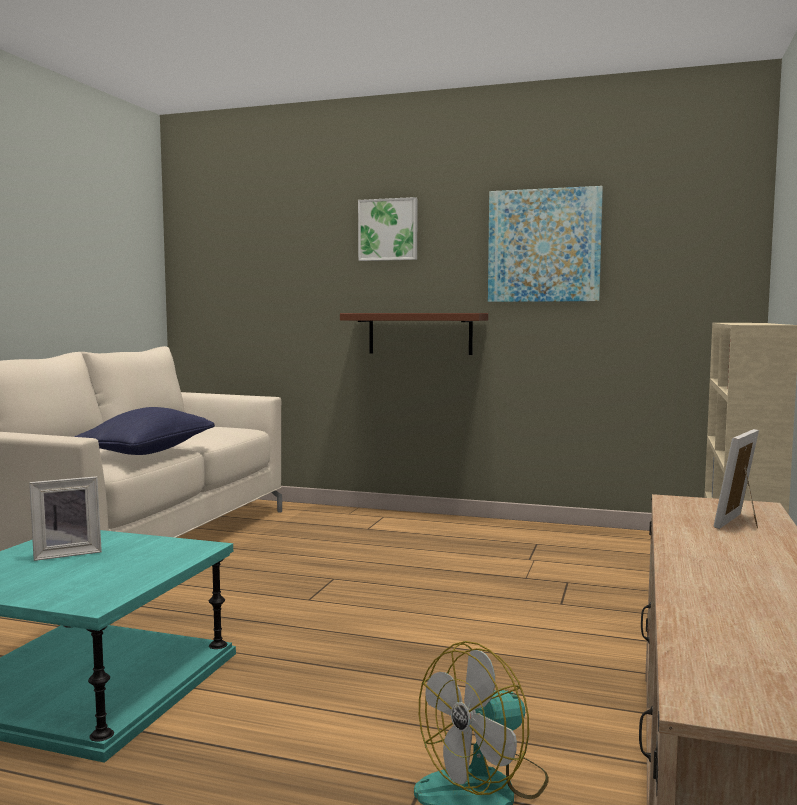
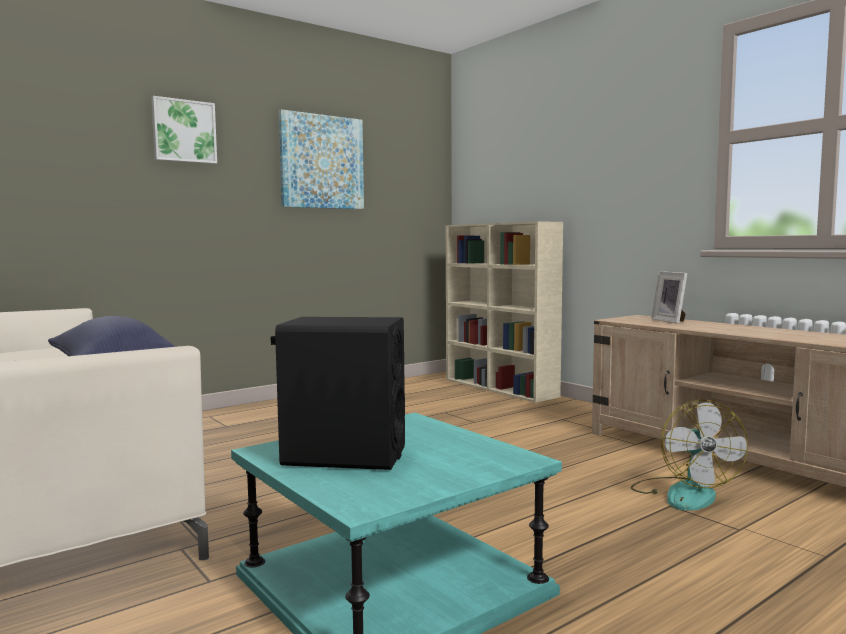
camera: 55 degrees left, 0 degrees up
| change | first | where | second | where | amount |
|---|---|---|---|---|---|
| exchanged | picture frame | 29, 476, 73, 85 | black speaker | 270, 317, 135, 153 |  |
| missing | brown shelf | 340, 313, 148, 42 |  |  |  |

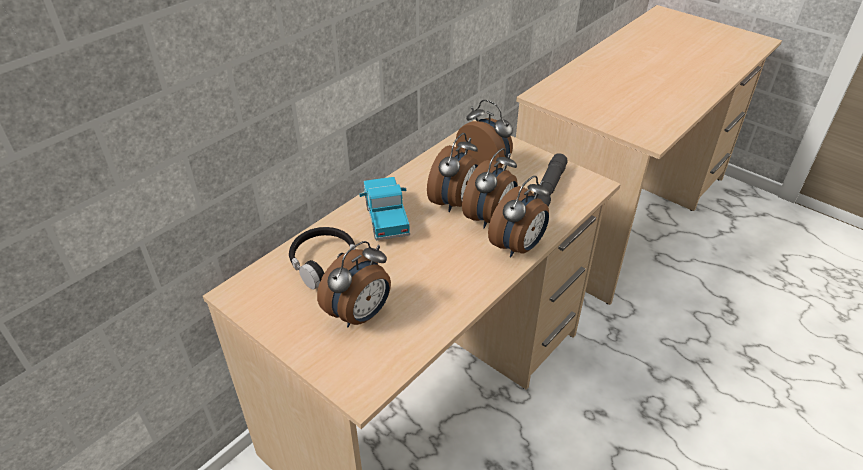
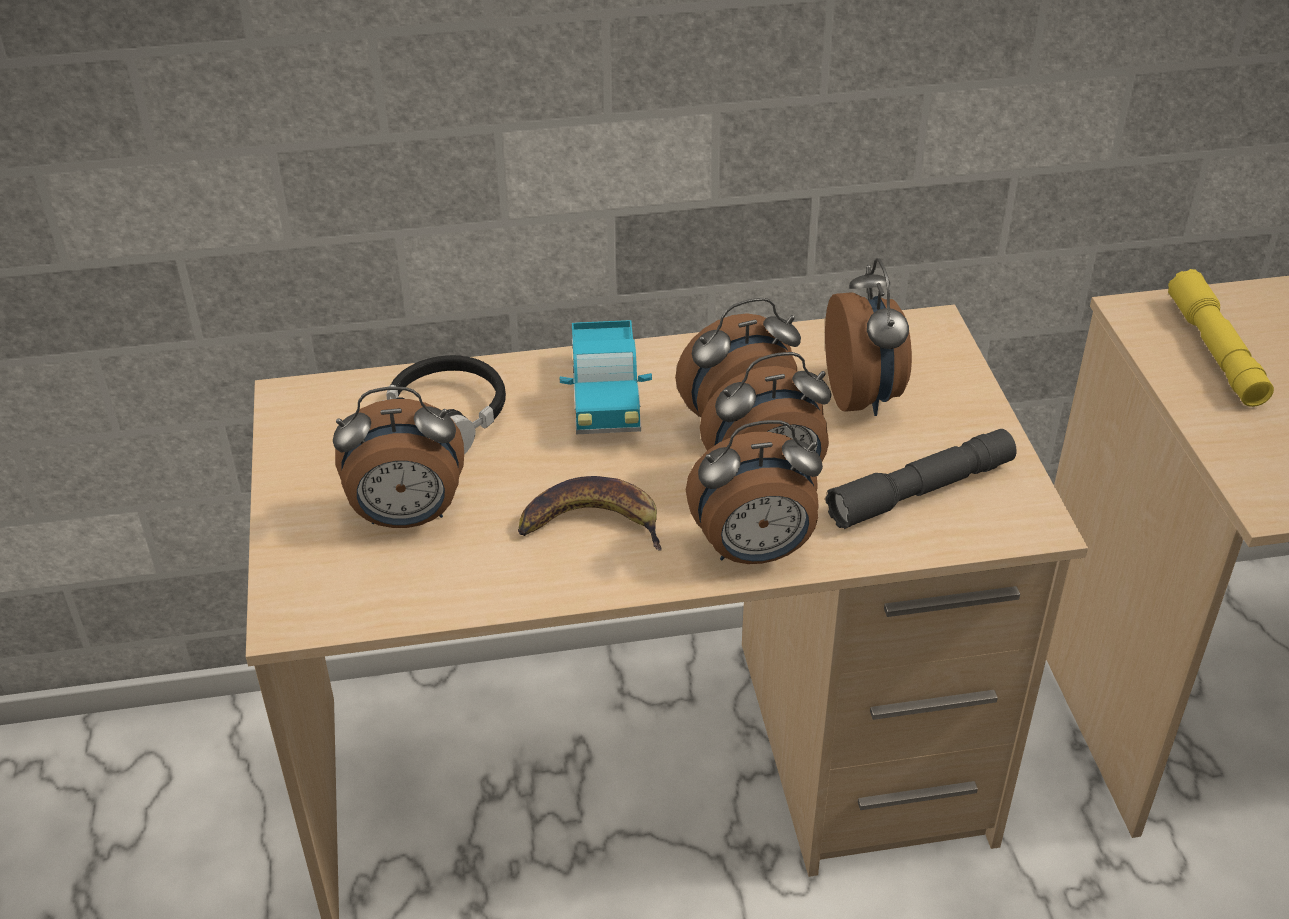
camera: 40 degrees right, 0 degrees up
| change | first | where | second | where | amount |
|---|---|---|---|---|---|
| spun | toy truck | 359, 177, 51, 63 |  | 559, 320, 93, 114 | 150 degrees clockwise |
| appeared |  |  | banana | 518, 476, 144, 75 |  |
| appeared |  |  | yellow flashlight | 1168, 269, 106, 138 |  |

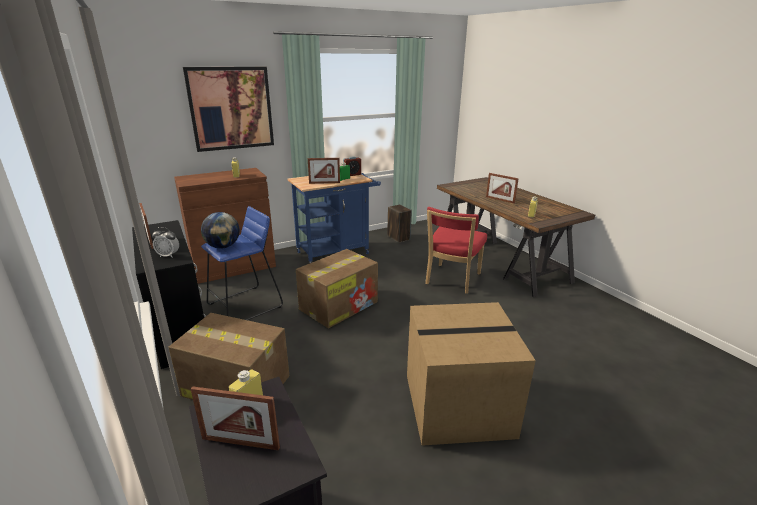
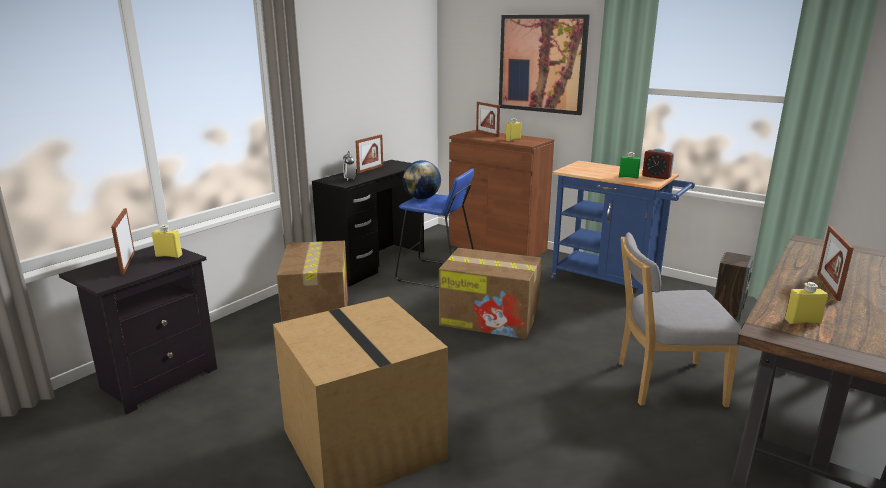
camera: 65 degrees right, 5 degrees down
| change | first | where | second | where | amount |
|---|---|---|---|---|---|
| relocated | picture frame | 308, 158, 32, 26 |  | 476, 102, 24, 35 |  |
| colour | red chair | 425, 207, 62, 87 | grey chair | 619, 232, 122, 175 |  |

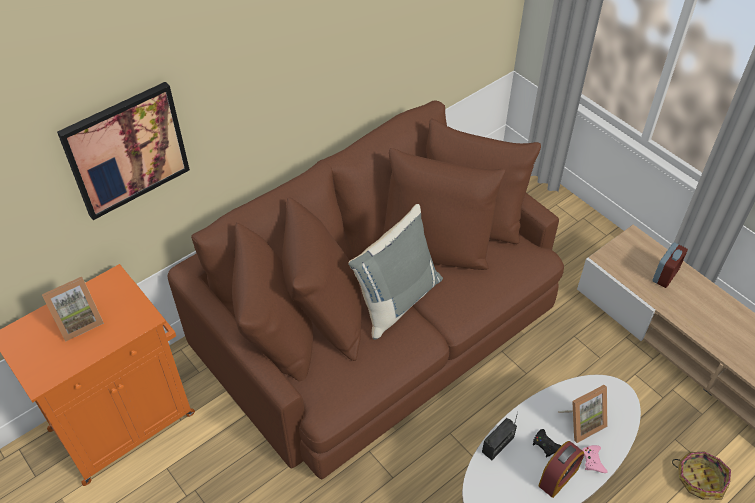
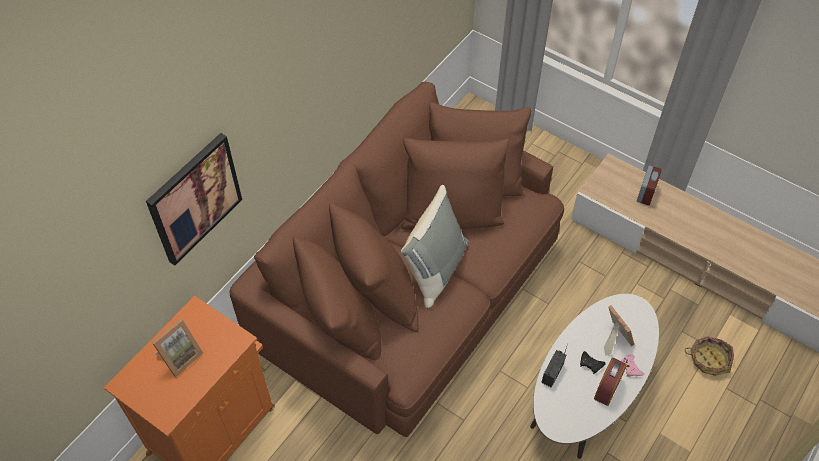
camera: 15 degrees left, 5 degrees up
| change | first | where | second | where | amount |
|---|---|---|---|---|---|
| spun | picture frame | 558, 385, 50, 58 |  | 604, 305, 30, 50 | 75 degrees counterclockwise |

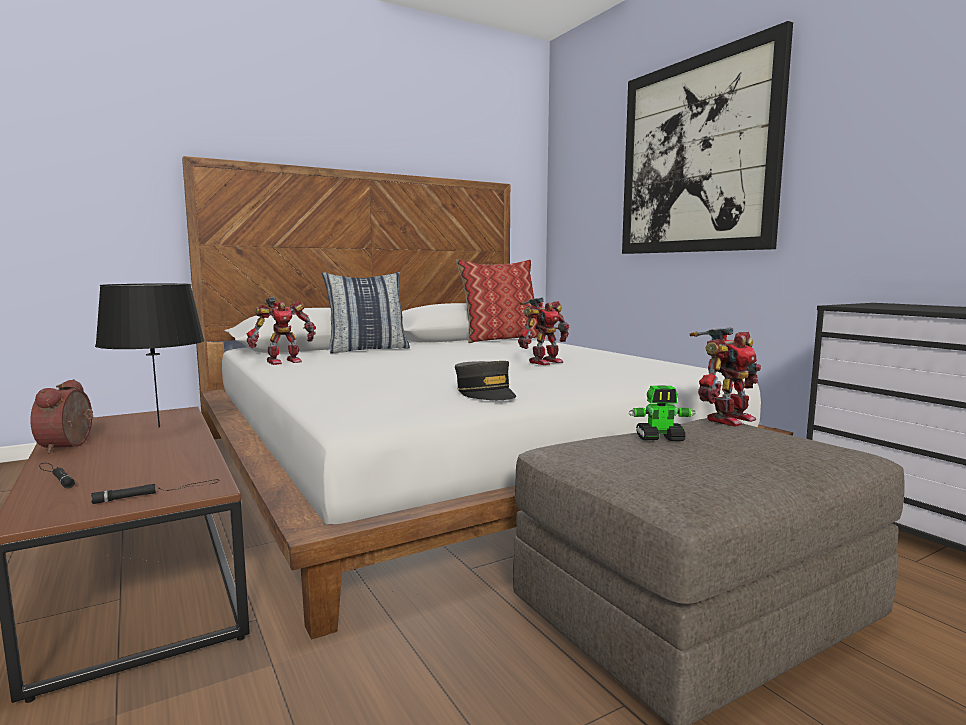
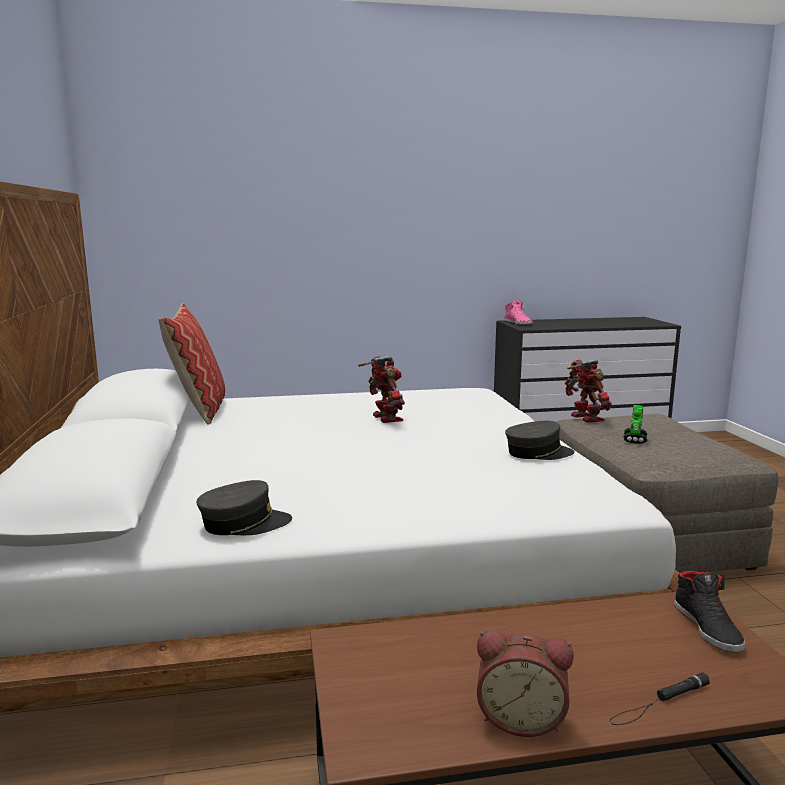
camera: 70 degrees left, 5 degrees up
| change | first | where | second | where | amount |
|---|---|---|---|---|---|
| exchanged | black flashlight | 91, 479, 128, 25 | black shoe | 674, 571, 71, 81 |  |
| missing | black table lamp | 95, 283, 110, 144 |  |  |  |
| exchanged | toy robot | 246, 297, 70, 68 | grey cap | 196, 480, 96, 55 |  |
| missing | pillow | 321, 272, 89, 82 |  |  |  |
| missing | picture | 622, 21, 171, 233 |  |  |  |
| appeared |  |  | pink shoe | 504, 300, 29, 25 |  |

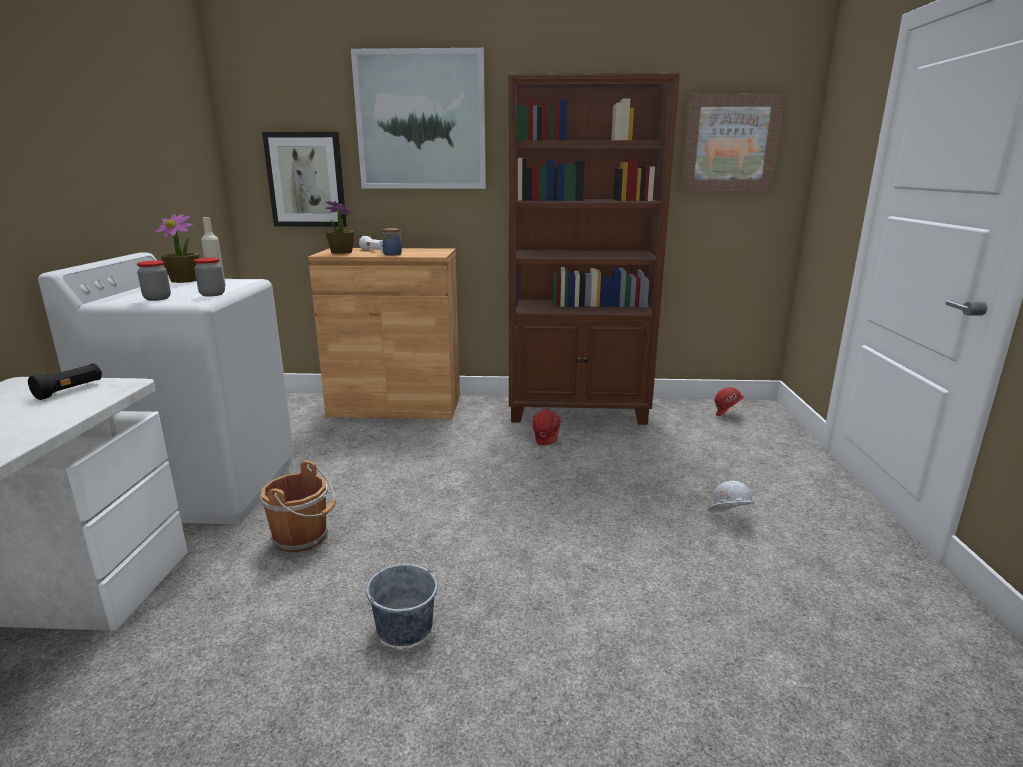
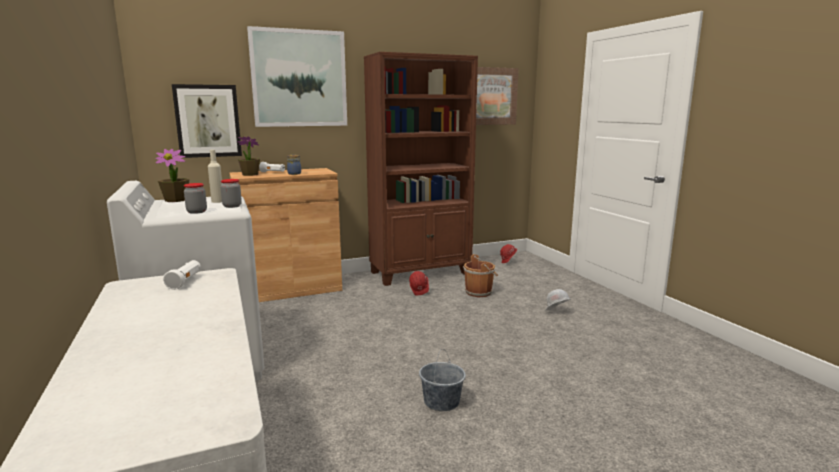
camera: 25 degrees left, 5 degrees down
| change | first | where | second | where | amount |
|---|---|---|---|---|---|
| colour | black flashlight | 28, 363, 74, 37 | white flashlight | 163, 260, 38, 30 |  |
| relocated | brown bucket | 260, 460, 76, 93 |  | 463, 254, 35, 43 |  |

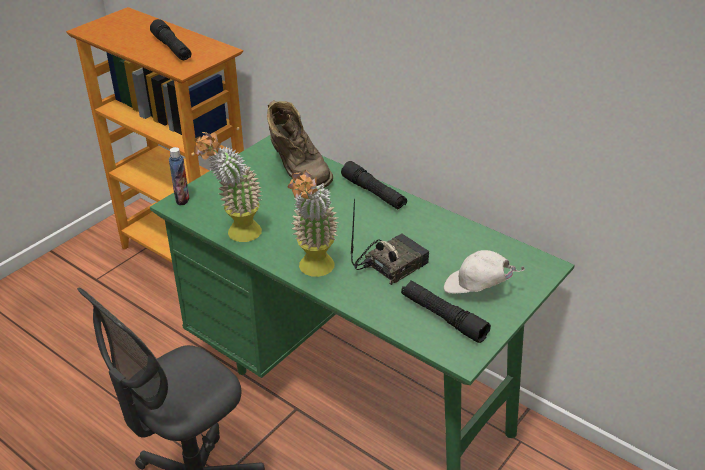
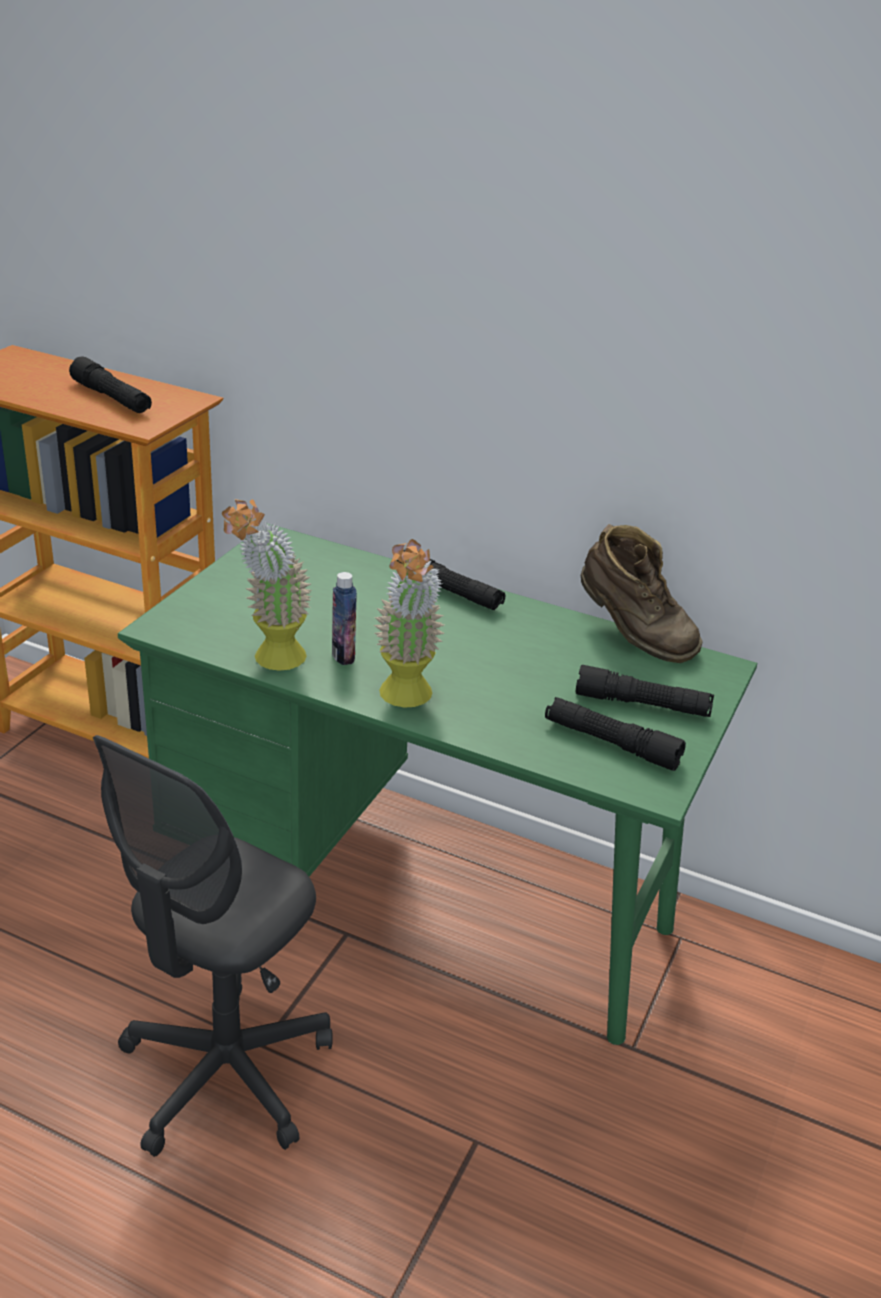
camera: 15 degrees left, 5 degrees down
| change | first | where | second | where | amount |
|---|---|---|---|---|---|
| relocated | bottle | 169, 147, 20, 58 |  | 332, 572, 25, 93 |  |
| relocated | brown boot | 267, 100, 66, 89 |  | 581, 524, 122, 139 |  |
| missing | radio | 351, 199, 78, 86 |  |  |  |
| exchanged | white cap | 444, 250, 81, 43 | black flashlight | 576, 665, 138, 52 |  |

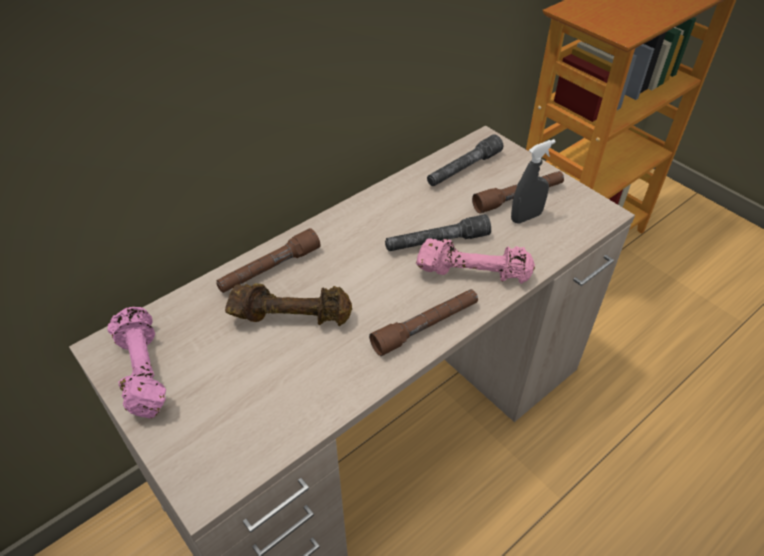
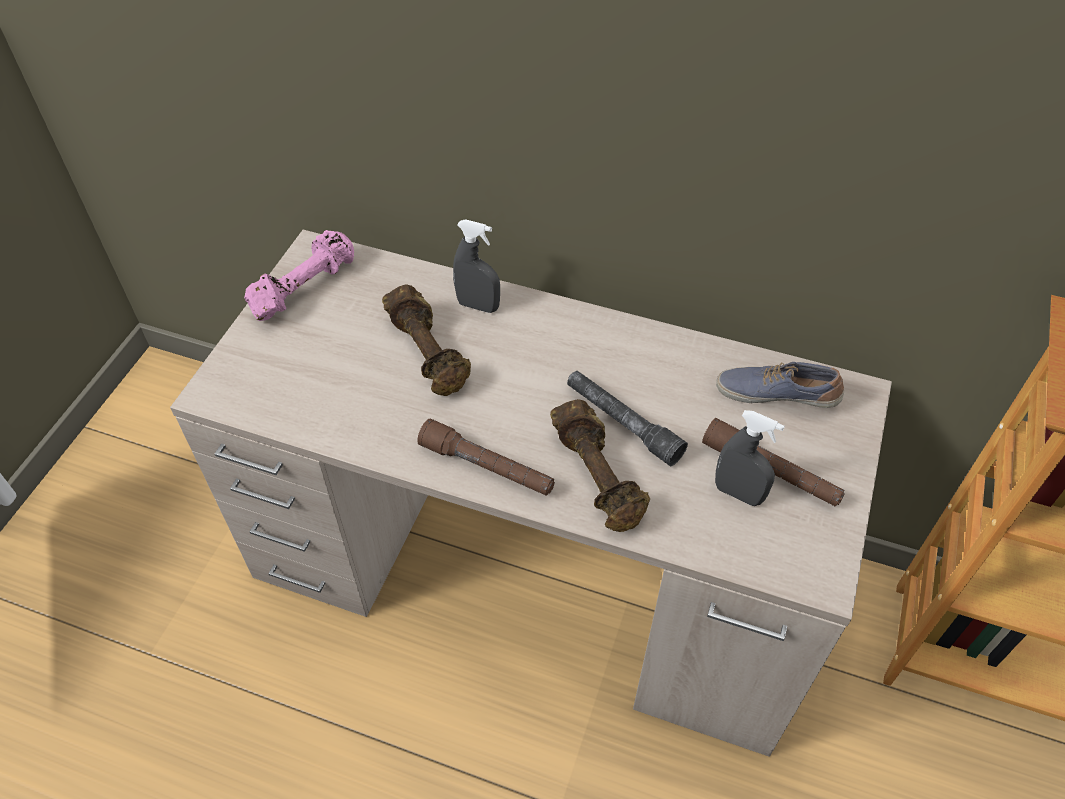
camera: 60 degrees right, 5 degrees up
| change | first | where | second | where | amount |
|---|---|---|---|---|---|
| exchanged | brown flashlight | 216, 228, 105, 65 | grey spray bottle | 453, 219, 47, 94 |  |
| colour | pink dumbbell | 416, 238, 119, 46 | brown dumbbell | 550, 399, 100, 133 |  |
| exchanged | grey flashlight | 427, 135, 76, 51 | shoe | 716, 362, 128, 46 |  |

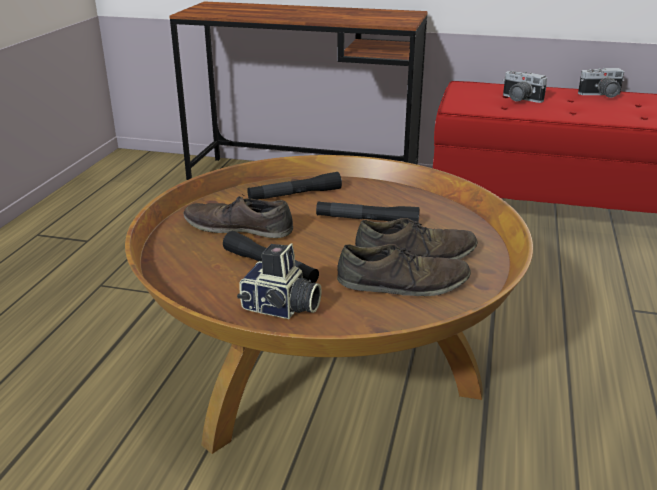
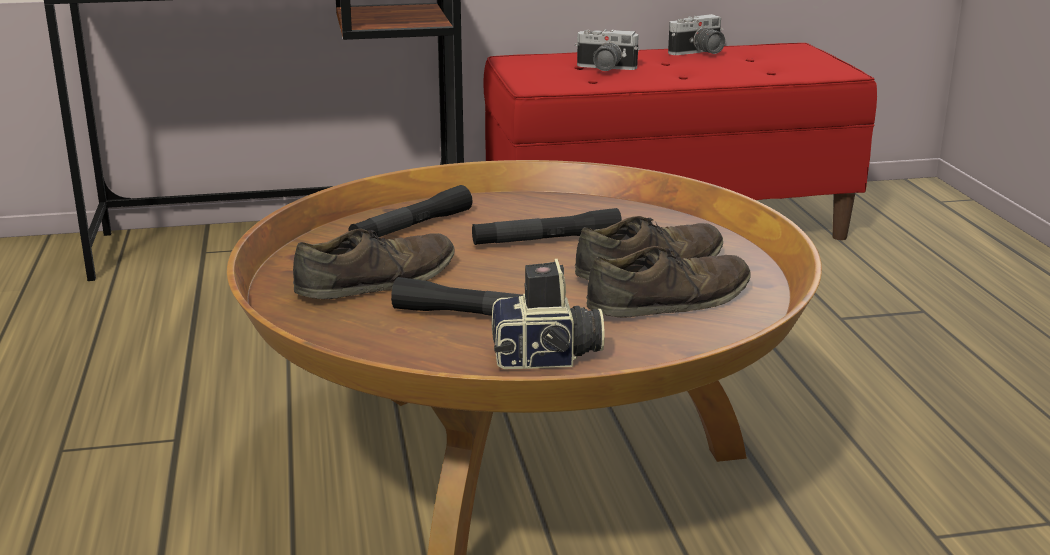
camera: 25 degrees left, 5 degrees down
| change | first | where | second | where | amount |
|---|---|---|---|---|---|
| spun | brown shoe | 184, 195, 109, 43 |  | 293, 229, 162, 70 | 150 degrees clockwise |

